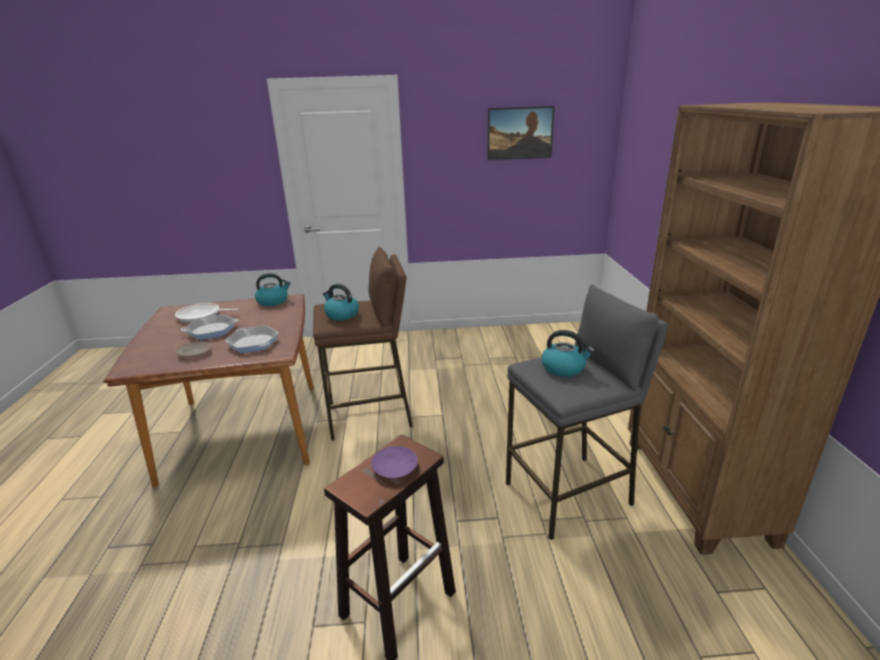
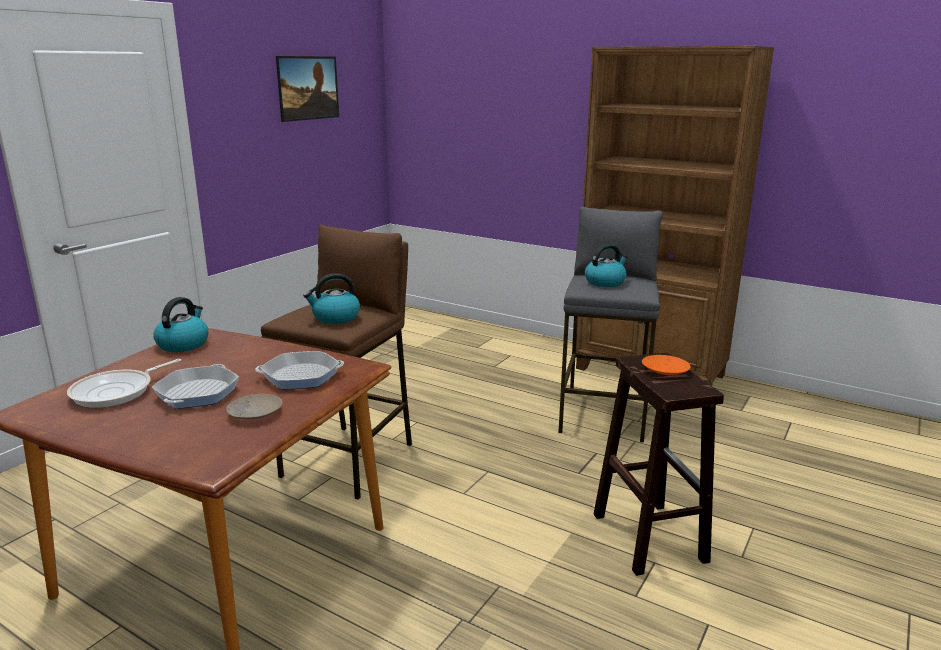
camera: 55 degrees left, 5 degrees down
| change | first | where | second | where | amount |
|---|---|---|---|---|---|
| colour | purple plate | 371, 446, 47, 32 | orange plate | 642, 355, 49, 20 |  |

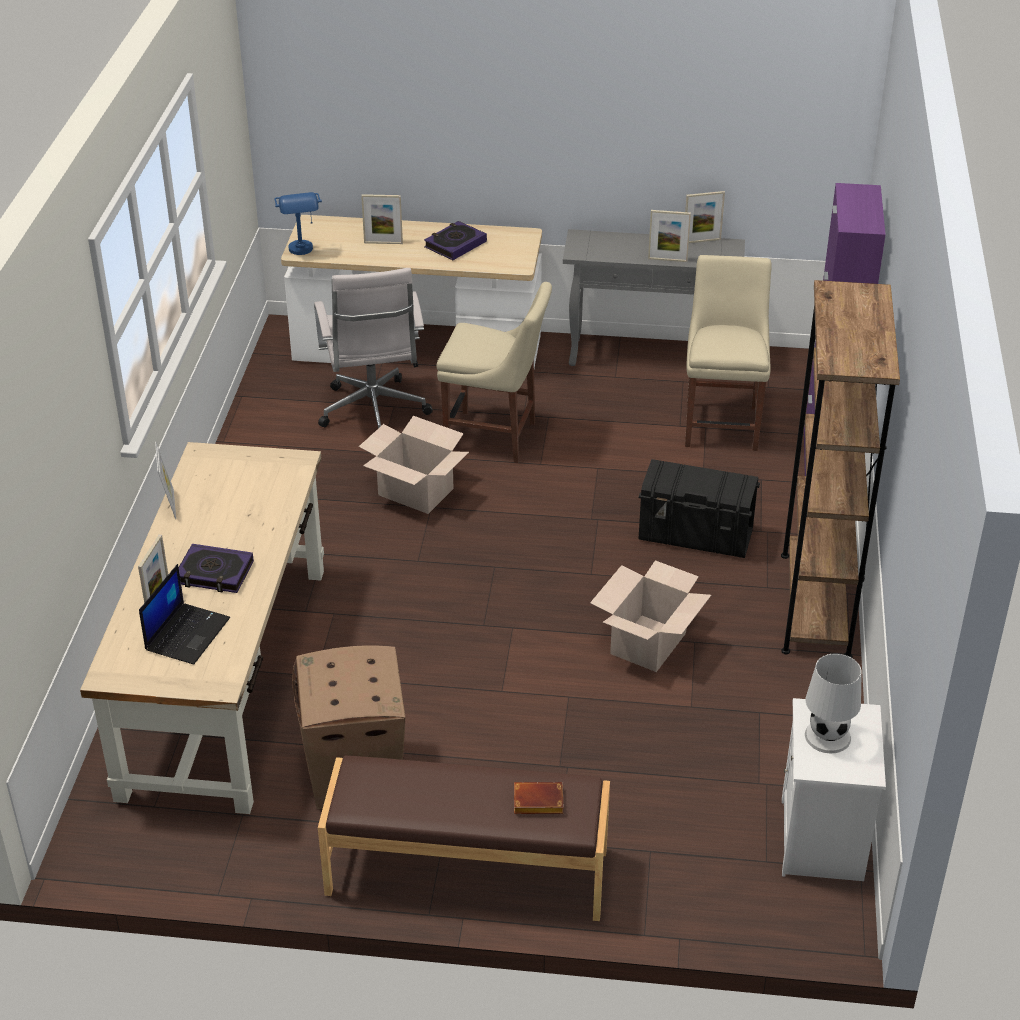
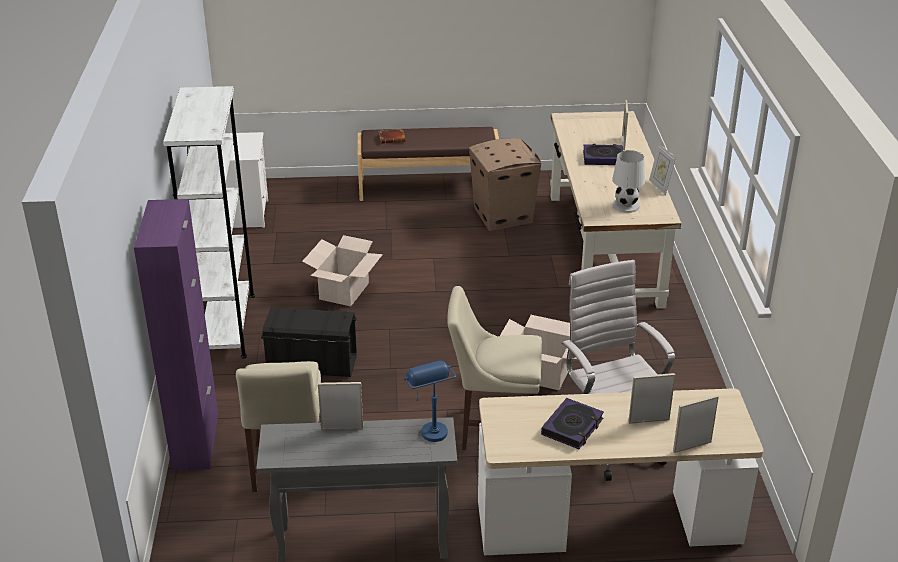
camera: 170 degrees right, 5 degrees down
| change | first | where | second | where | amount |
|---|---|---|---|---|---|
| missing | laptop | 139, 564, 91, 101 |  |  |  |
| relocated | blue table lamp | 274, 192, 48, 63 |  | 404, 361, 52, 81 |  |
| relocated | picture frame | 685, 191, 40, 52 |  | 673, 395, 46, 58 |  |
| colour | brown bookcase | 781, 280, 119, 378 | white bookcase | 163, 86, 92, 272 |  |
| relocated | white table lamp | 805, 653, 57, 100 |  | 612, 150, 33, 63 |  |

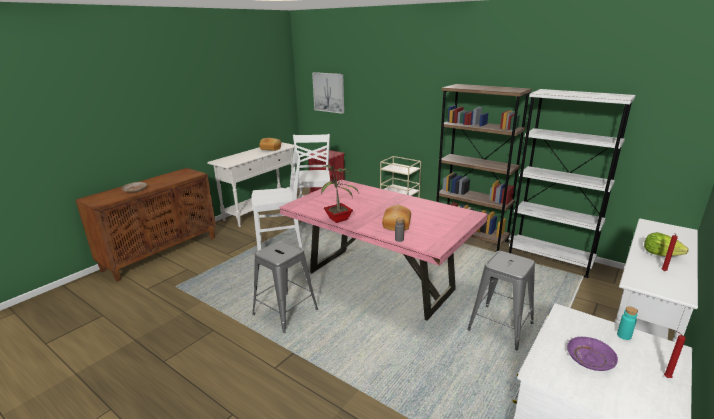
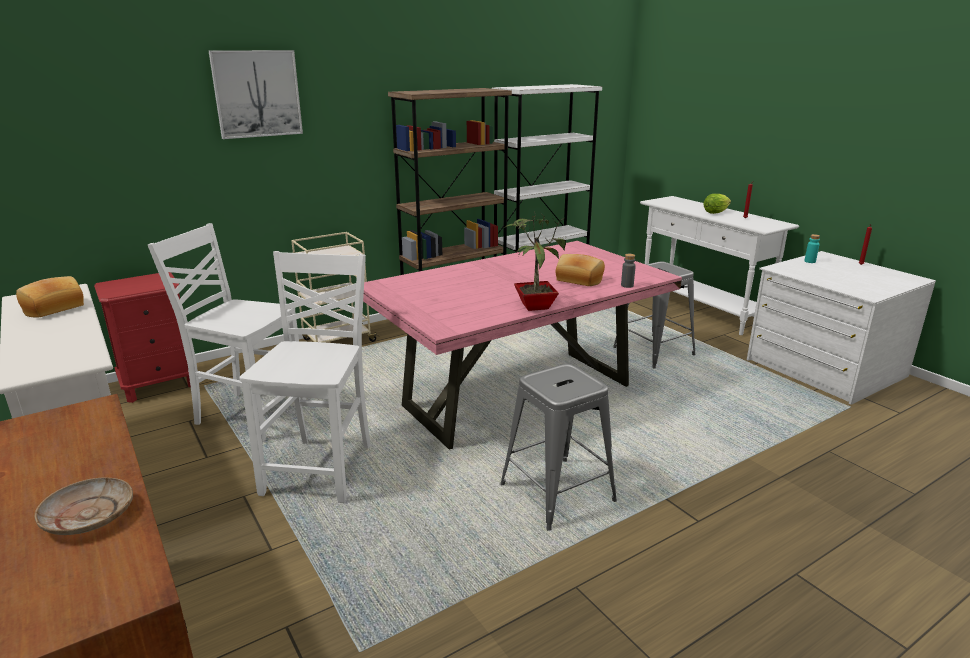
camera: 70 degrees left, 0 degrees up
| change | first | where | second | where | amount |
|---|---|---|---|---|---|
| relocated | picture | 312, 72, 32, 42 |  | 209, 50, 94, 89 |  |
| missing | purple plate | 567, 337, 51, 34 |  |  |  |

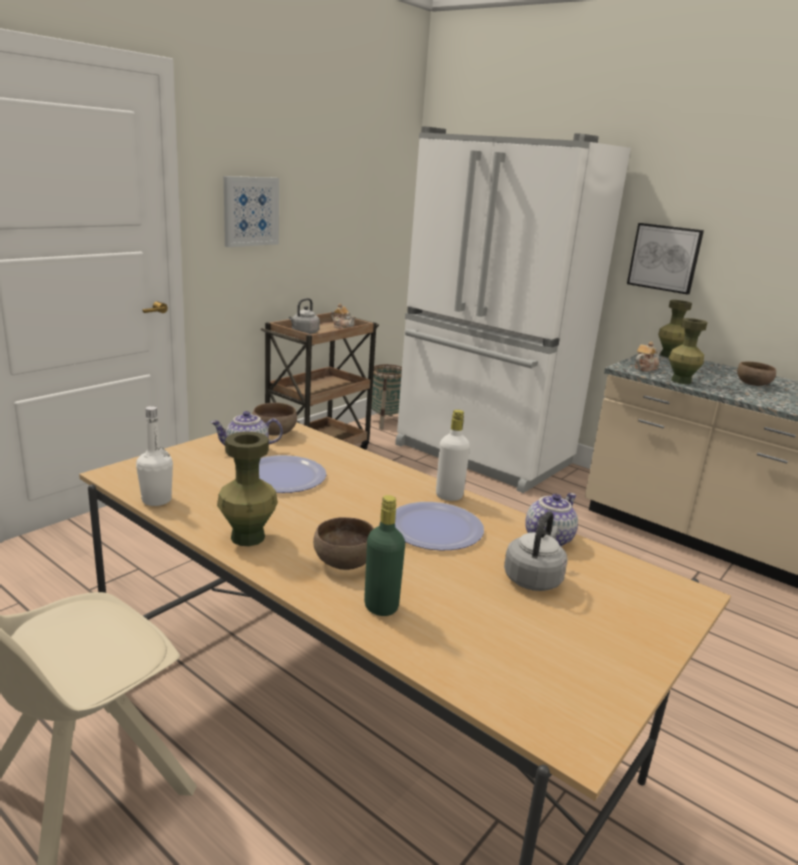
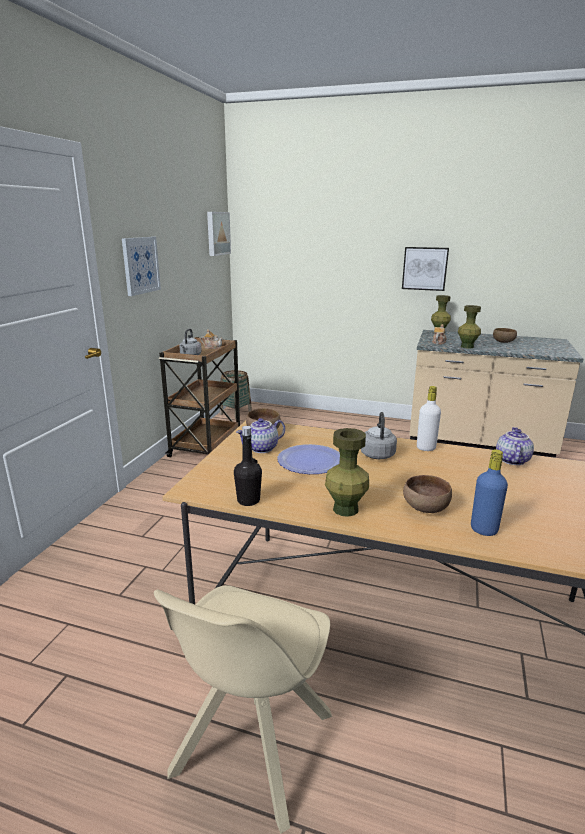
camera: 20 degrees left, 0 degrees up
| change | first | where | second | where | amount |
|---|---|---|---|---|---|
| colour | white bottle | 136, 406, 37, 100 | black bottle | 234, 426, 28, 80 |  |
| colour | green bottle | 364, 495, 41, 121 | blue bottle | 471, 449, 37, 87 |  |
| missing | white fridge | 395, 126, 236, 367 |  |  |  |
| missing | plate | 395, 502, 89, 49 |  |  |  |
| relocated | grey kettle | 504, 511, 64, 80 |  | 361, 412, 36, 47 |  |
| appeared |  |  | picture | 207, 212, 24, 44 |  |

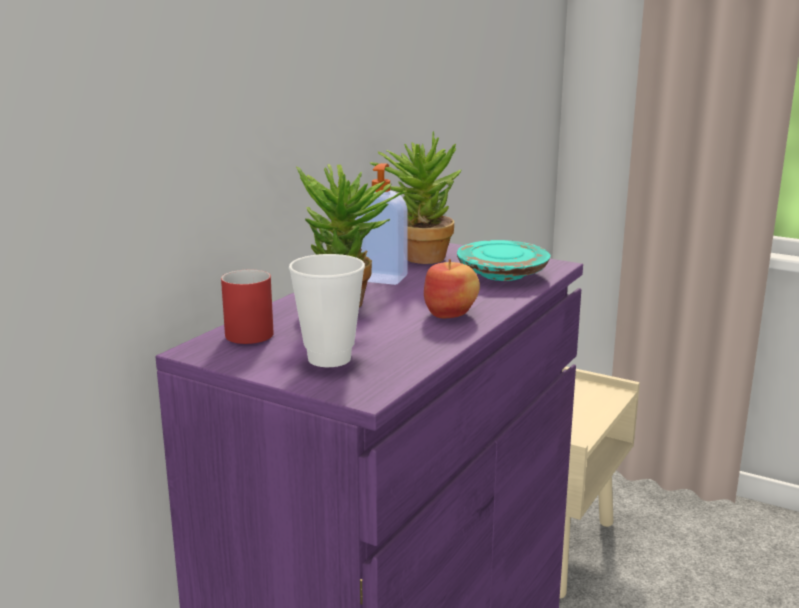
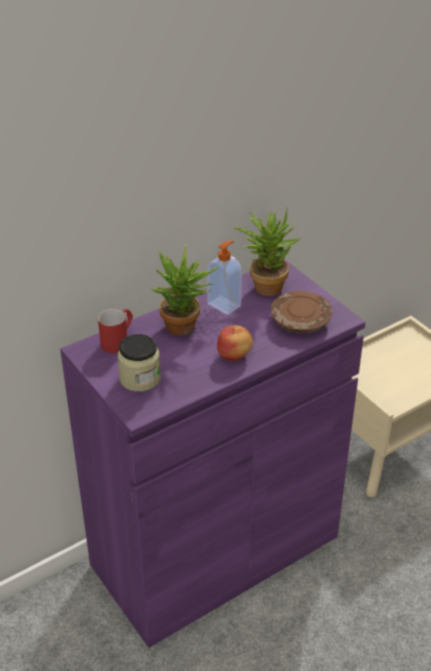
camera: 25 degrees right, 20 degrees up
| change | first | where | second | where | amount |
|---|---|---|---|---|---|
| exchanged | cup | 289, 254, 76, 113 | jar | 118, 334, 42, 58 |  |
| colour | turquoise plate | 457, 240, 93, 41 | brown plate | 271, 291, 61, 42 |  |

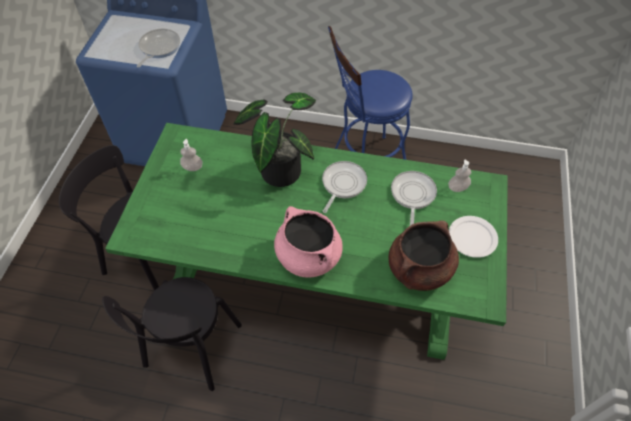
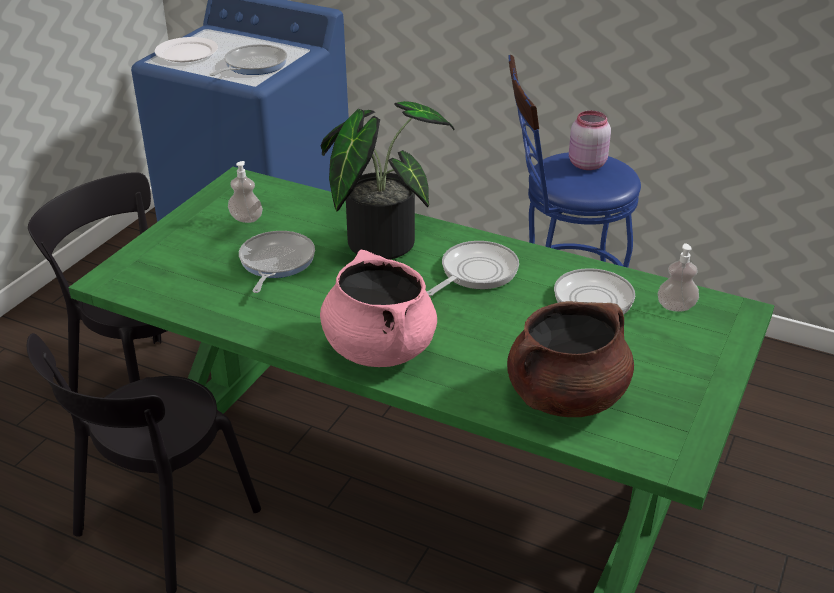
camera: 15 degrees right, 20 degrees down
| change | first | where | second | where | amount |
|---|---|---|---|---|---|
| relocated | white plate | 449, 216, 49, 42 |  | 155, 37, 63, 25 |  |
| appeared |  |  | frying pan | 239, 231, 76, 62 |  |
| appeared |  |  | pink jar | 569, 111, 42, 59 |  |

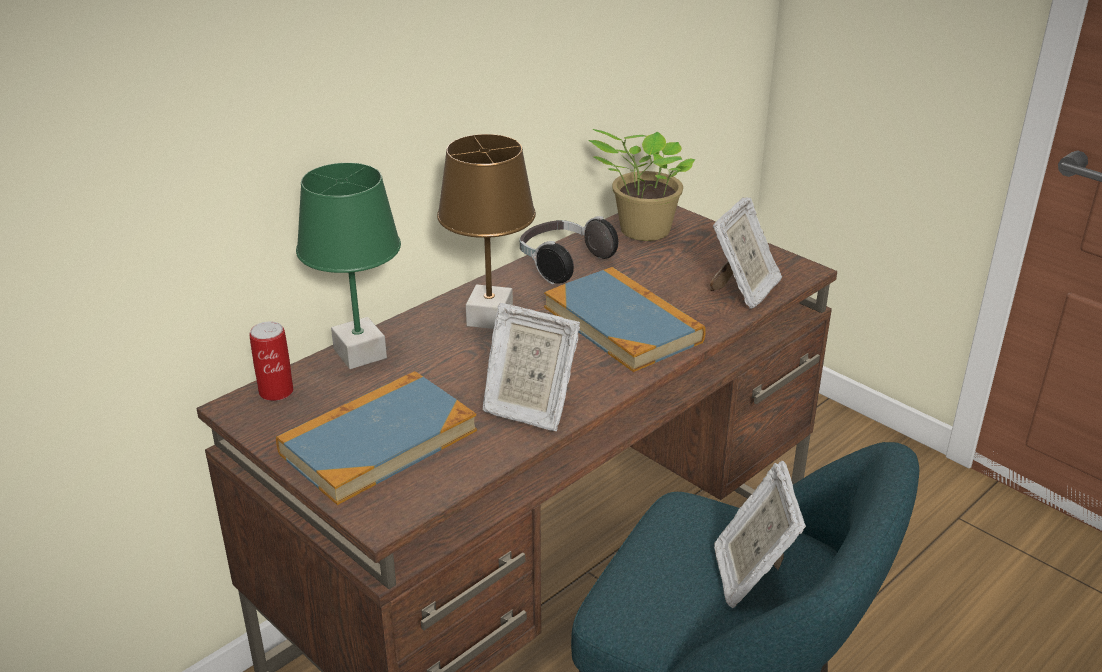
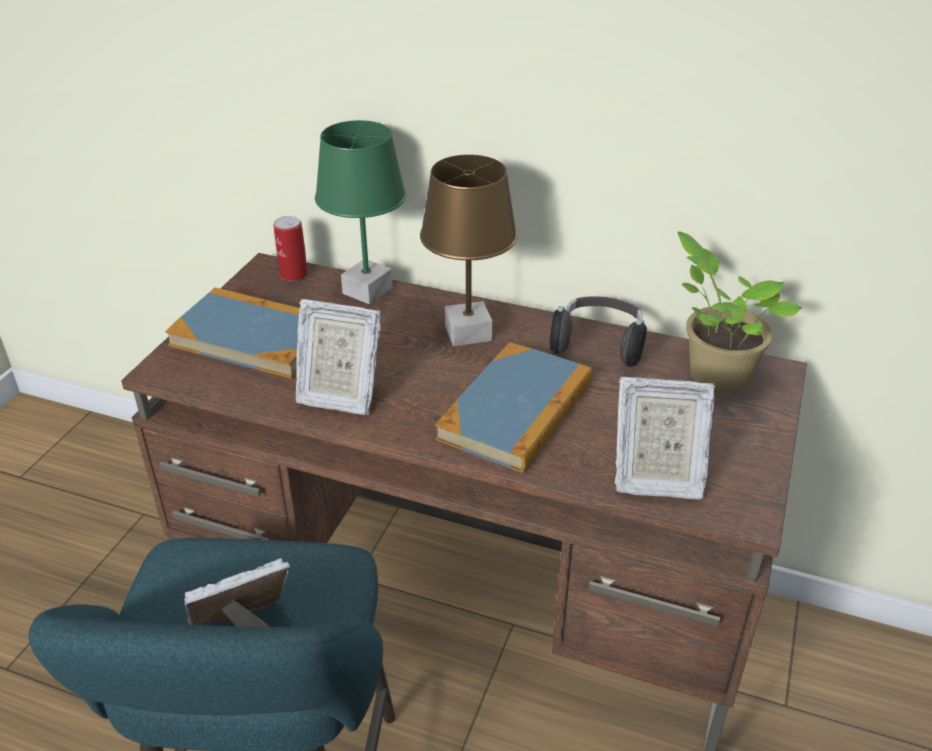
camera: 65 degrees right, 5 degrees up
| change | first | where | second | where | amount |
|---|---|---|---|---|---|
| spun | picture frame | 482, 303, 98, 128 |  | 296, 299, 85, 116 | 75 degrees counterclockwise |

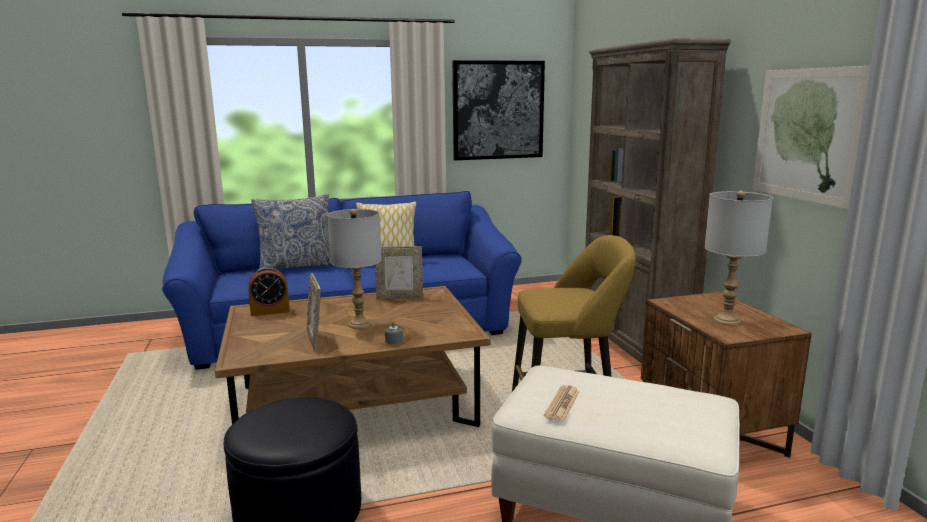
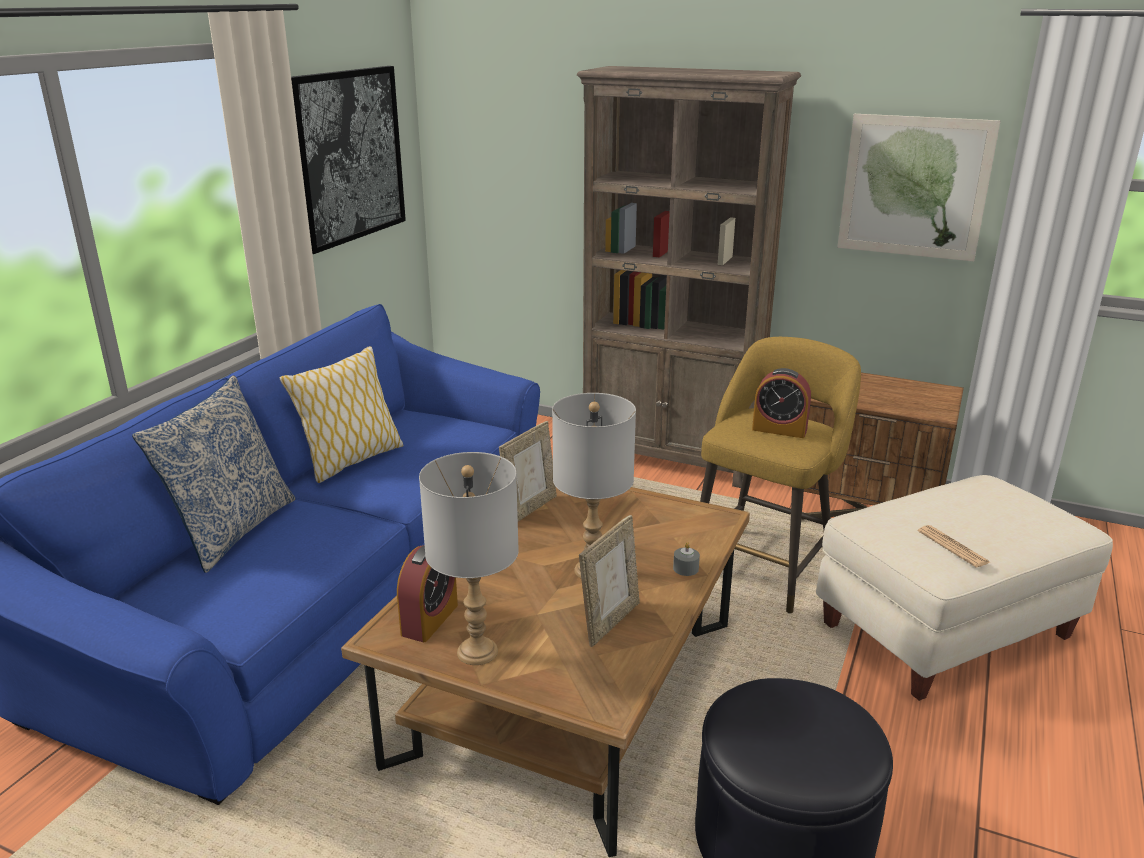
camera: 50 degrees left, 10 degrees up
| change | first | where | second | where | amount |
|---|---|---|---|---|---|
| spun | picture frame | 306, 273, 15, 79 |  | 579, 515, 61, 132 | 75 degrees counterclockwise |
| relocated | grey table lamp | 705, 191, 68, 135 |  | 419, 452, 100, 213 |  |
| appeared |  |  | alarm clock | 752, 368, 59, 70 |  |

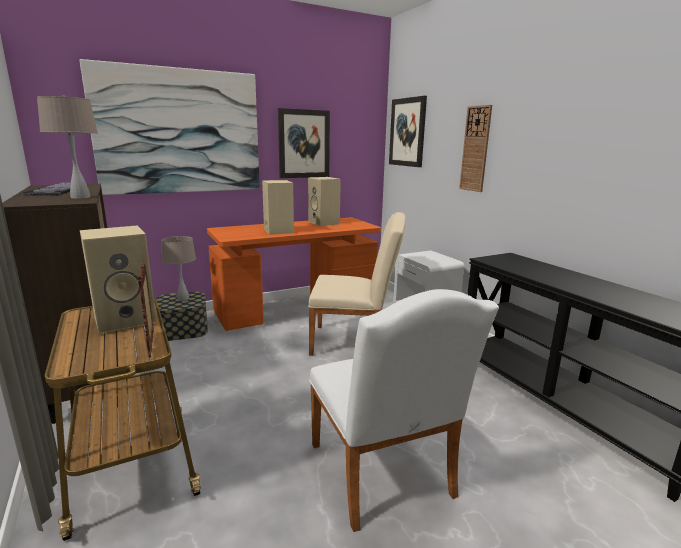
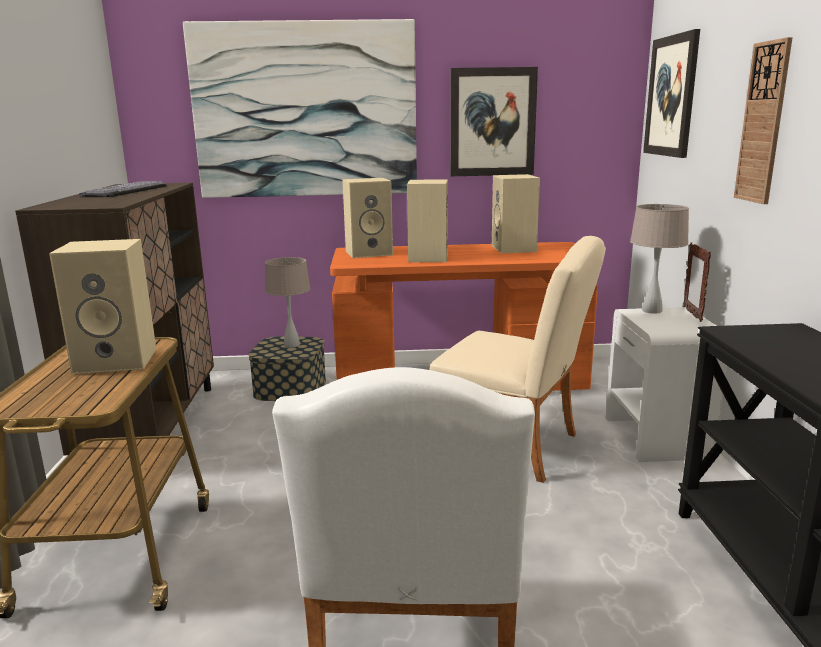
camera: 25 degrees right, 0 degrees up
| change | first | where | second | where | amount |
|---|---|---|---|---|---|
| relocated | beige table lamp | 37, 95, 61, 104 |  | 630, 204, 59, 110 |  |
| relocated | picture frame | 138, 260, 16, 97 |  | 683, 242, 28, 80 |  |
| appeared |  |  | beige speaker | 342, 178, 51, 80 |  |

